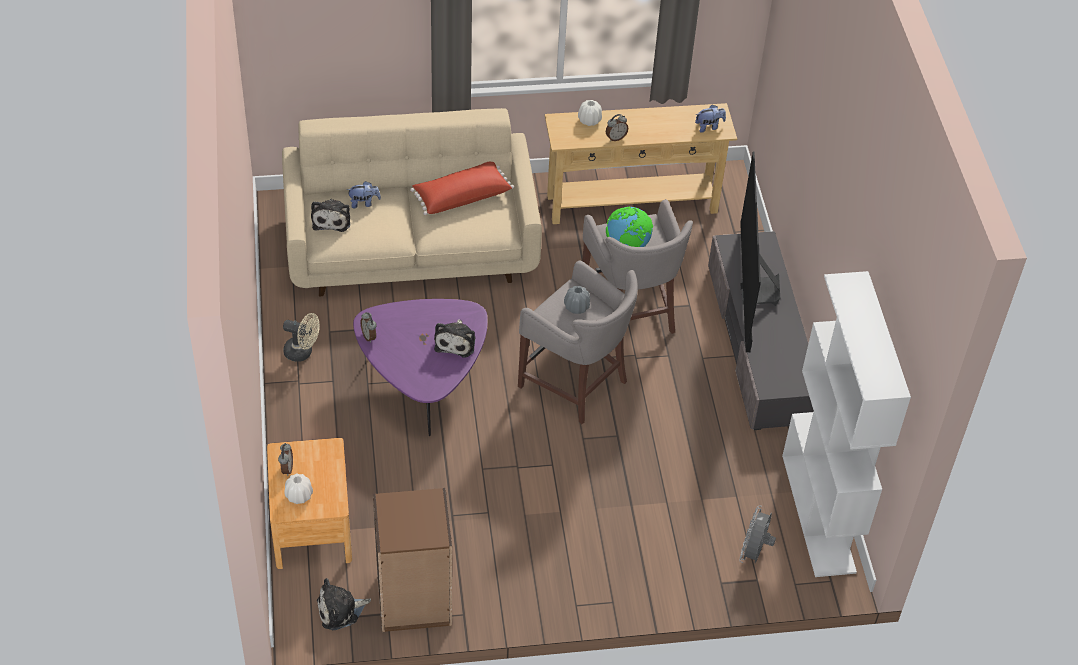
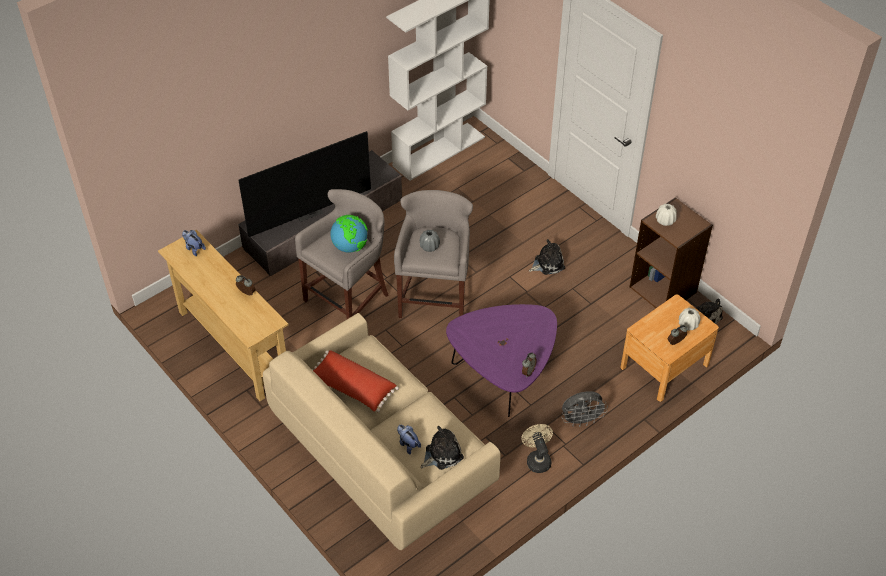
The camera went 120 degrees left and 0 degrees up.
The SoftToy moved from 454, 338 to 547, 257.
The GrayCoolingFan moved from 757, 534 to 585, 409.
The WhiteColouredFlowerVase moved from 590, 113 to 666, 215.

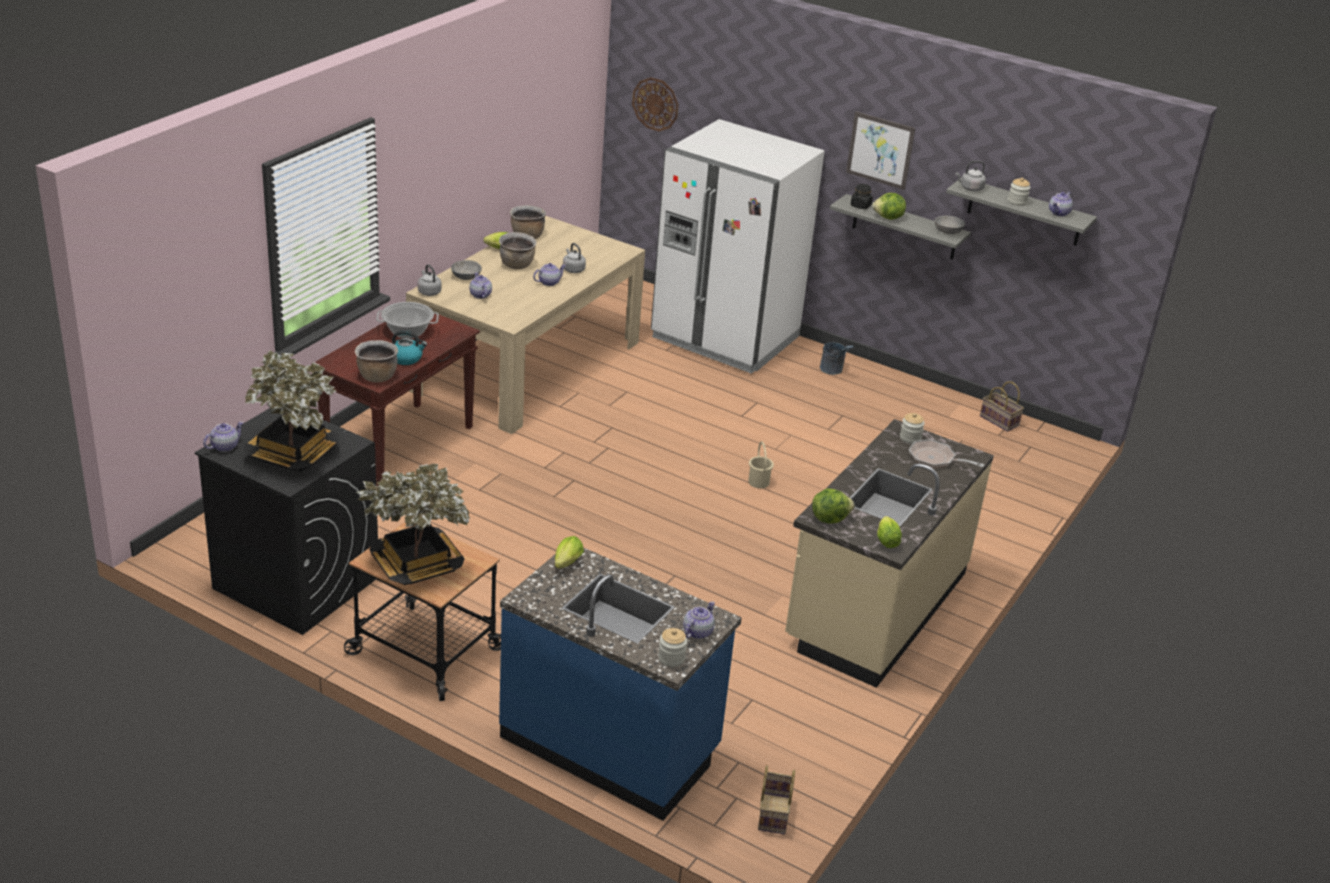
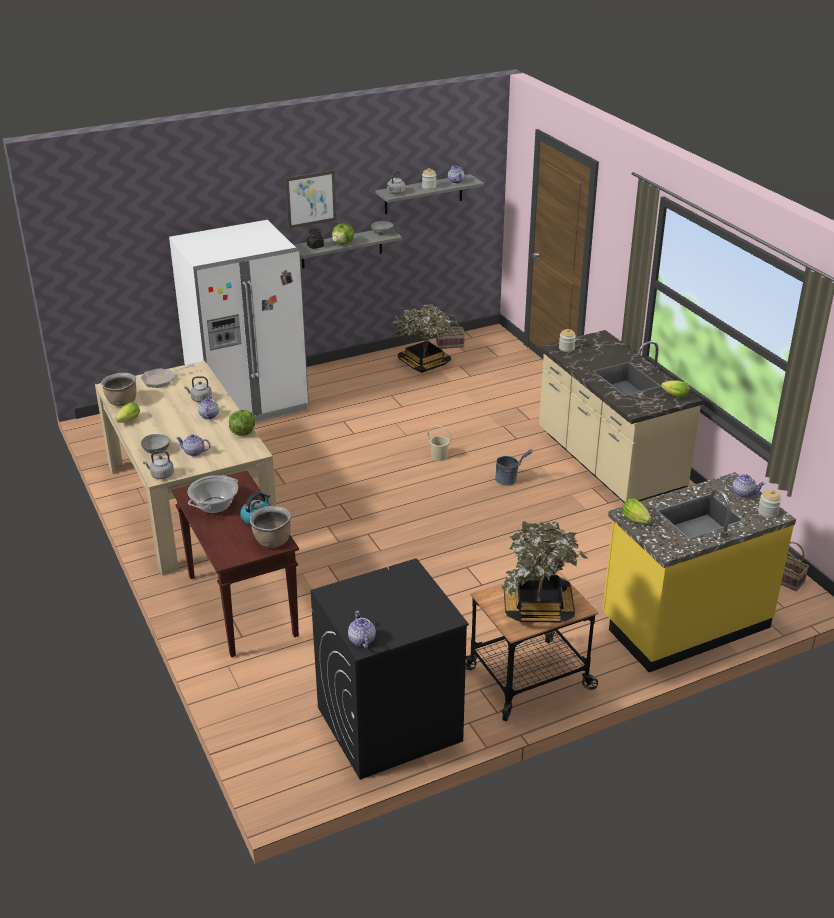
The camera went 55 degrees left and 0 degrees up.
The Skillet moved from 947, 453 to 167, 376.
The Lettuce moved from 833, 506 to 242, 423.
The PottedPlant moved from 292, 411 to 423, 338.
The GrayPail moved from 837, 358 to 514, 467.
The BluishKitchenBaseUnit at 620, 683 became the YellowishKitchenBaseUnit at 699, 572.
The PotForTea at 699, 620 turned 135 degrees clockwise.
The BrownCookingPot at 518, 250 disappeared.
The ClockOnTheWall at 655, 104 disappeared.

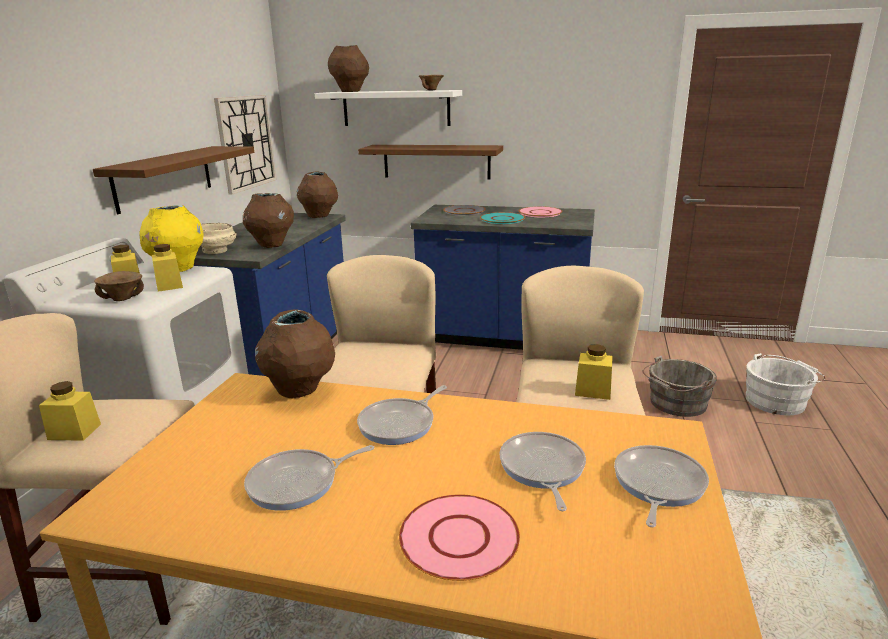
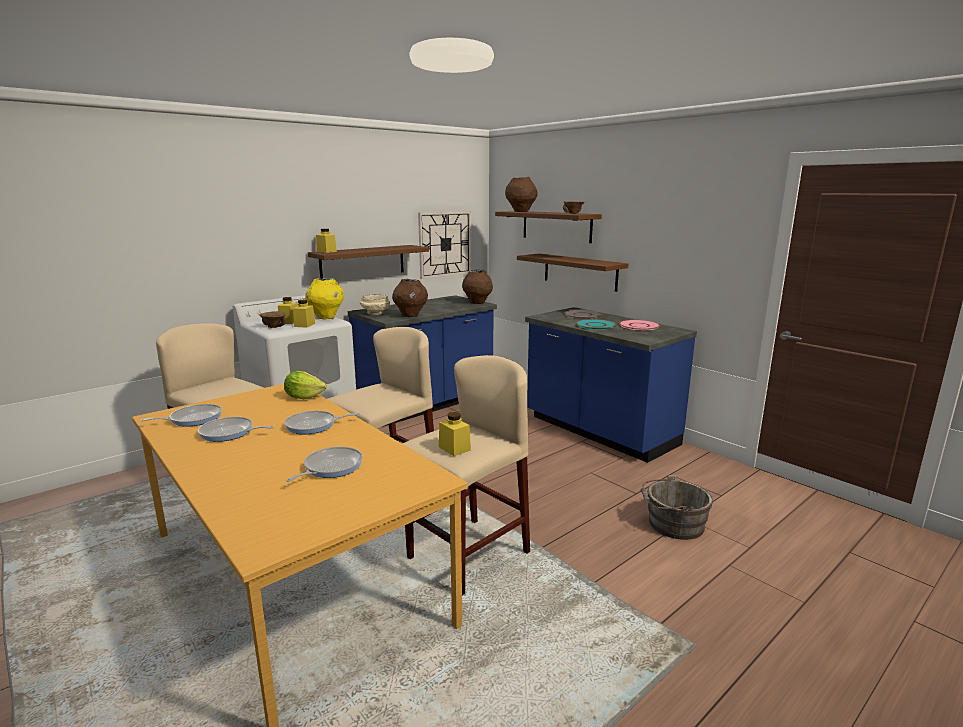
The camera went 35 degrees right and 5 degrees down.
The Skillet moved from 661, 486 to 181, 415.
The BrownFlowerVase at 295, 353 was replaced by the Lettuce at 305, 385.
The YellowishPreserveJar moved from 70, 411 to 326, 241.
The WhiteColouredWallShelf at 388, 108 became the BrownWallShelf at 548, 227.
The PinkColouredPlate at 459, 537 disappeared.
The WhiteColouredPail at 785, 384 disappeared.

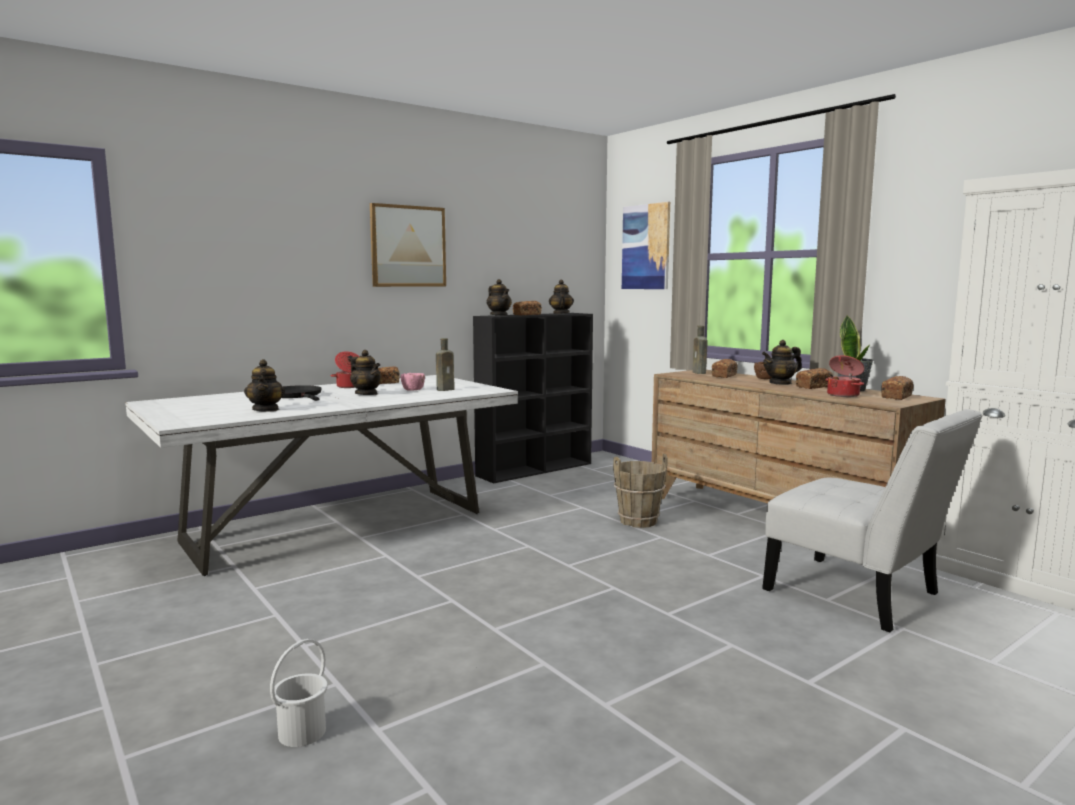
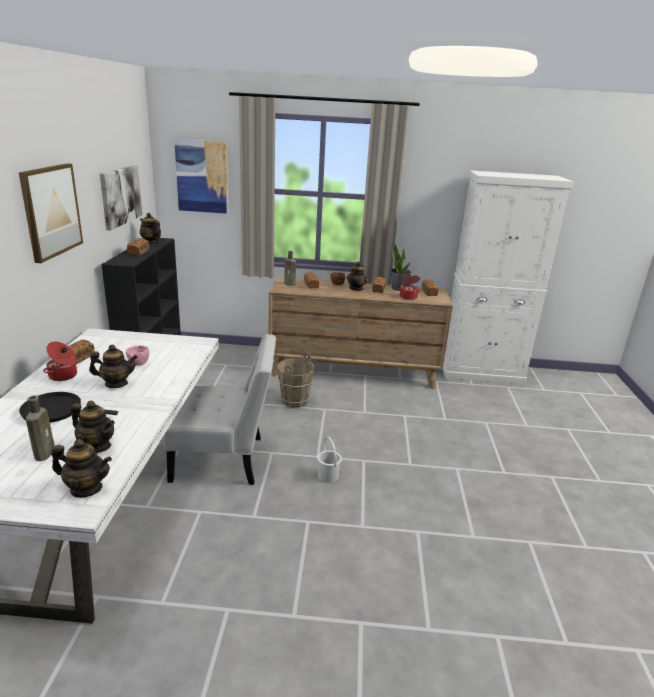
The camera went 50 degrees left and 15 degrees up.
The BrownBottle moved from 445, 364 to 40, 428.
The PotForTea moved from 499, 297 to 81, 468.
The WallArt at 121, 198 appeared.
The WhiteColouredUprightChair moved from 872, 520 to 219, 409.
The WhiteColouredPail moved from 299, 693 to 329, 459.

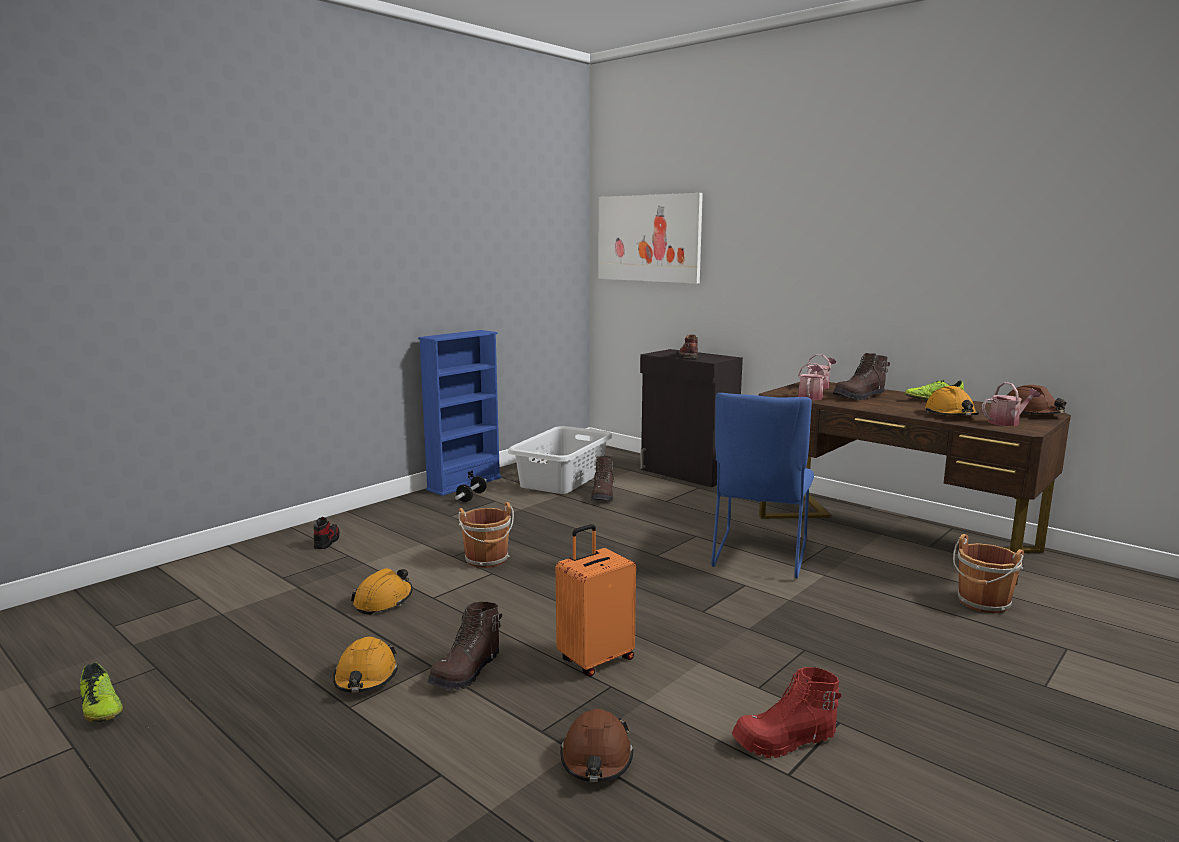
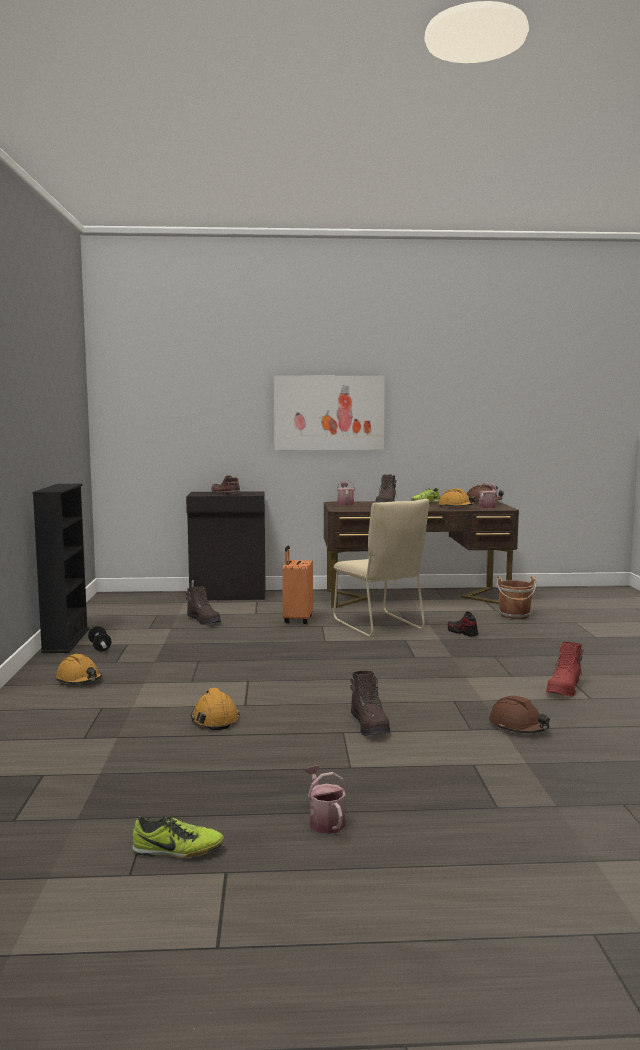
The camera went 45 degrees left and 5 degrees down.
The BluishBookcase at 460, 413 became the BlackBookcase at 60, 568.
The OrangeWorkHelmet moved from 365, 664 to 79, 669.
The WallArt moved from 650, 238 to 329, 412.
The OrangeSuitcase moved from 596, 600 to 297, 585.
The WateringPot moved from 812, 381 to 326, 800.
The BluishUprightChair at 762, 485 became the BeigeColouredUprightChair at 381, 568.
The LowShoe moved from 326, 533 to 463, 624.
The BrownPail at 486, 535 disappeared.
The GrayWashingBasket at 560, 460 disappeared.

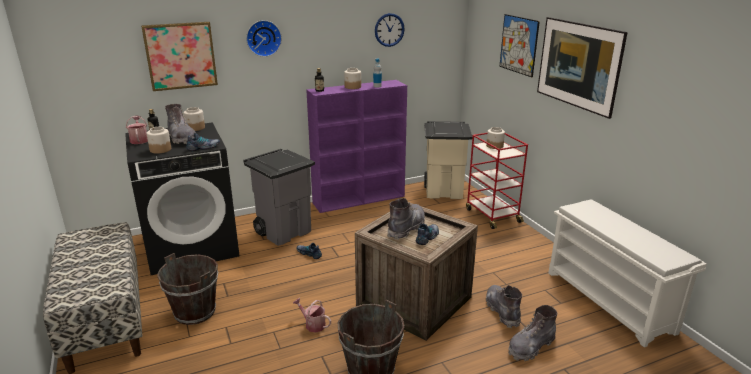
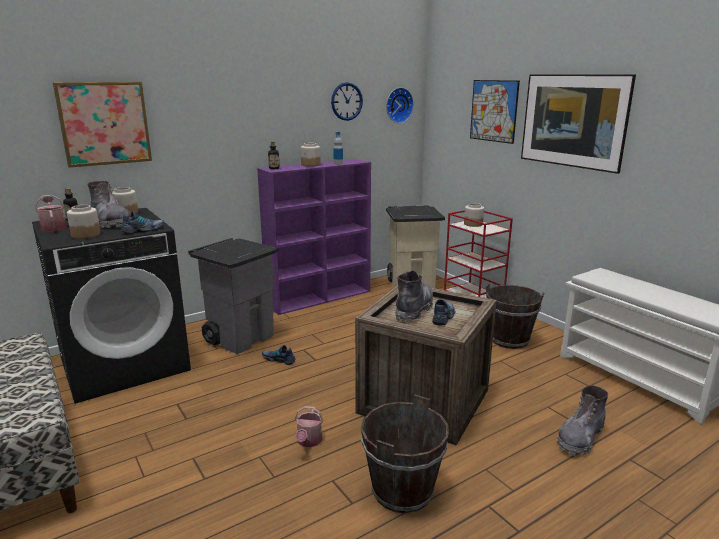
The camera went 10 degrees left and 5 degrees down.
The WateringPot at 312, 315 turned 105 degrees counterclockwise.
The ClockOnTheWall moved from 264, 38 to 400, 105.
The BrownPail moved from 187, 289 to 515, 316.
The GrayBoot at 504, 306 disappeared.

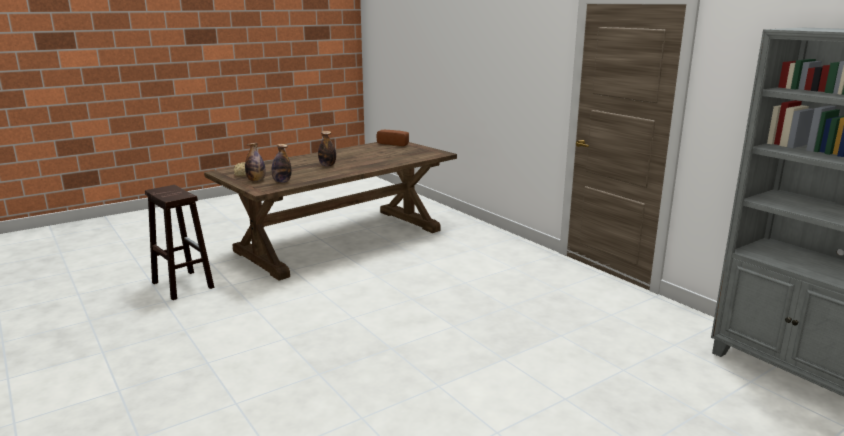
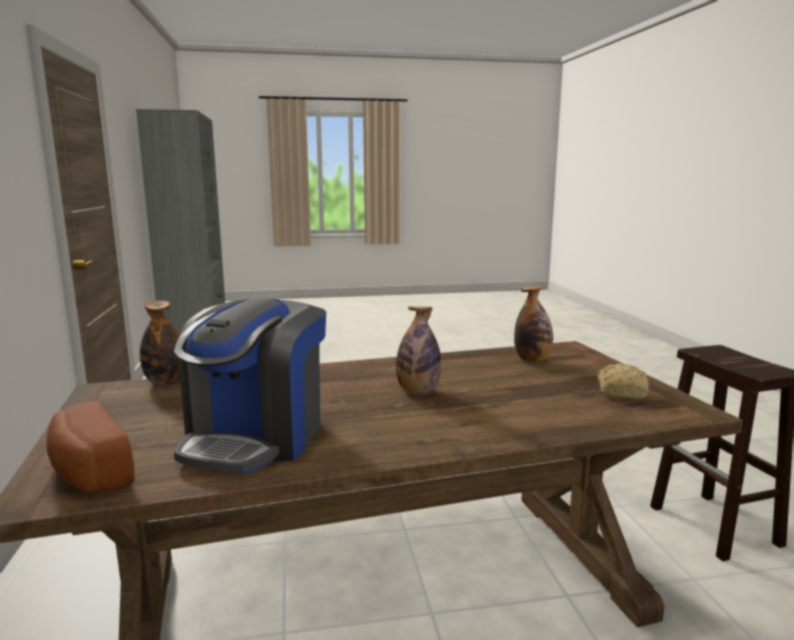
The camera went 155 degrees left and 5 degrees down.
The Bottle moved from 255, 162 to 160, 343.
The CoffeeMaker at 250, 386 appeared.

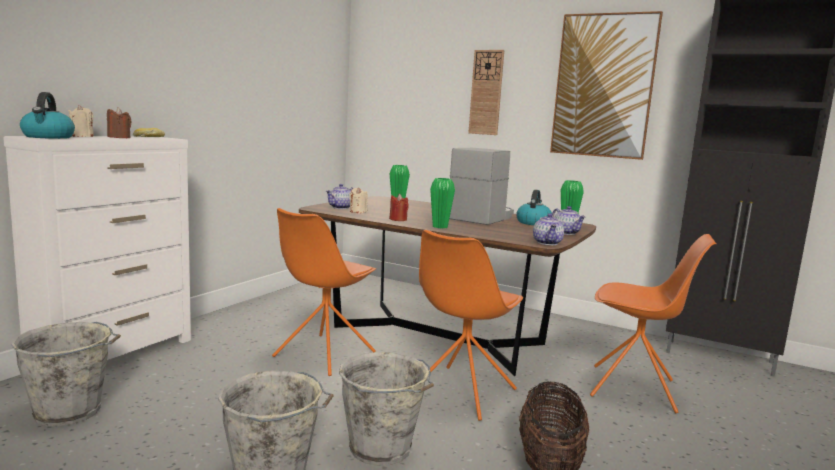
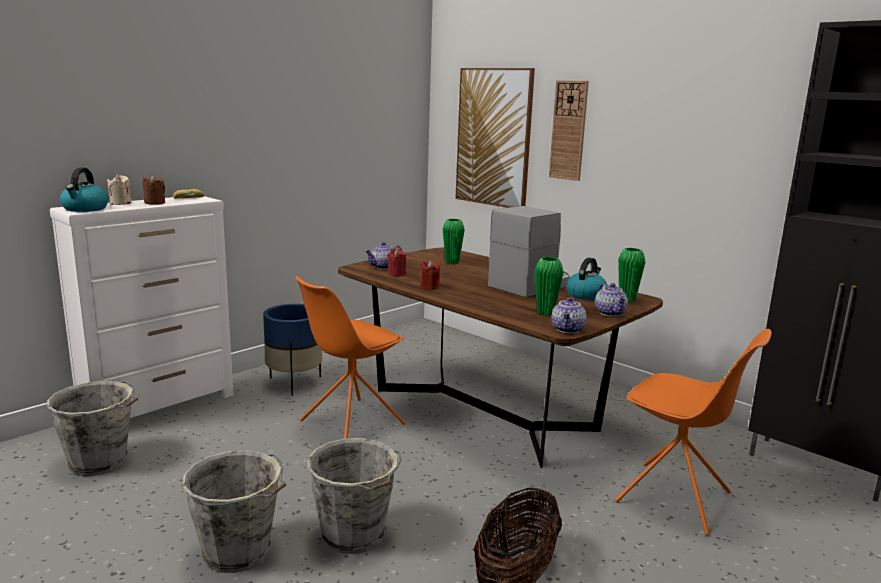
The camera went 15 degrees right and 5 degrees up.
The BluishFlowerPot at 293, 350 appeared.
The BeigeColouredWaxLight at 358, 200 became the RedWaxLight at 396, 262.
The WallArt moved from 606, 85 to 495, 138.
The GreenFlowerVase moved from 442, 203 to 549, 286.
The OrangeUprightChair at 471, 325 disappeared.

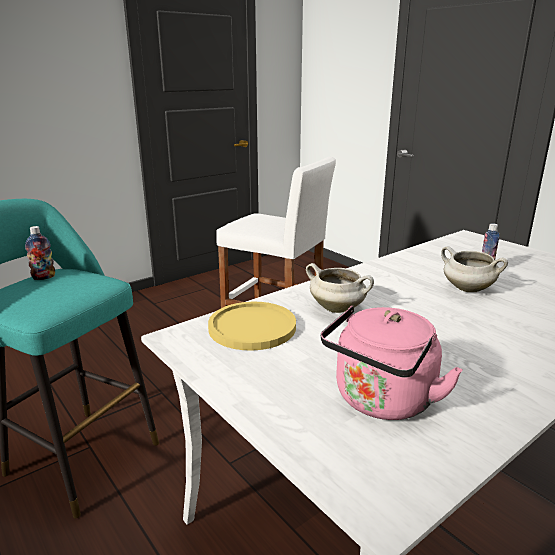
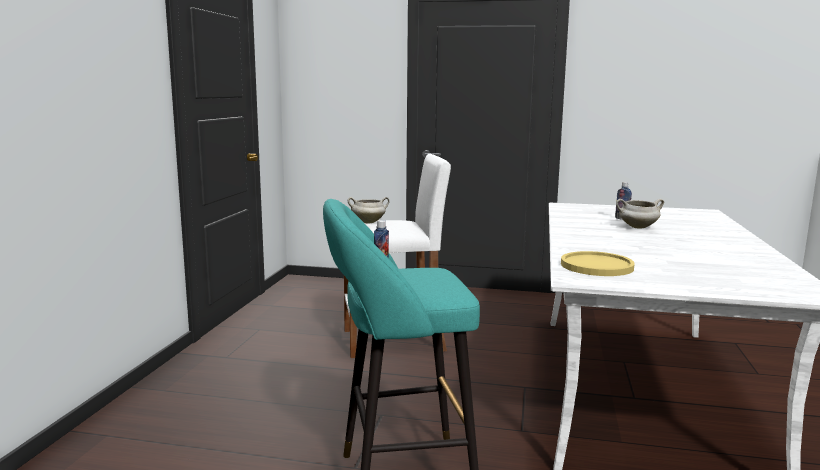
The camera went 40 degrees left and 10 degrees down.
The WhiteColouredCookingPot moved from 340, 288 to 368, 210.
The PinkColouredTeaKettle at 392, 362 disappeared.

